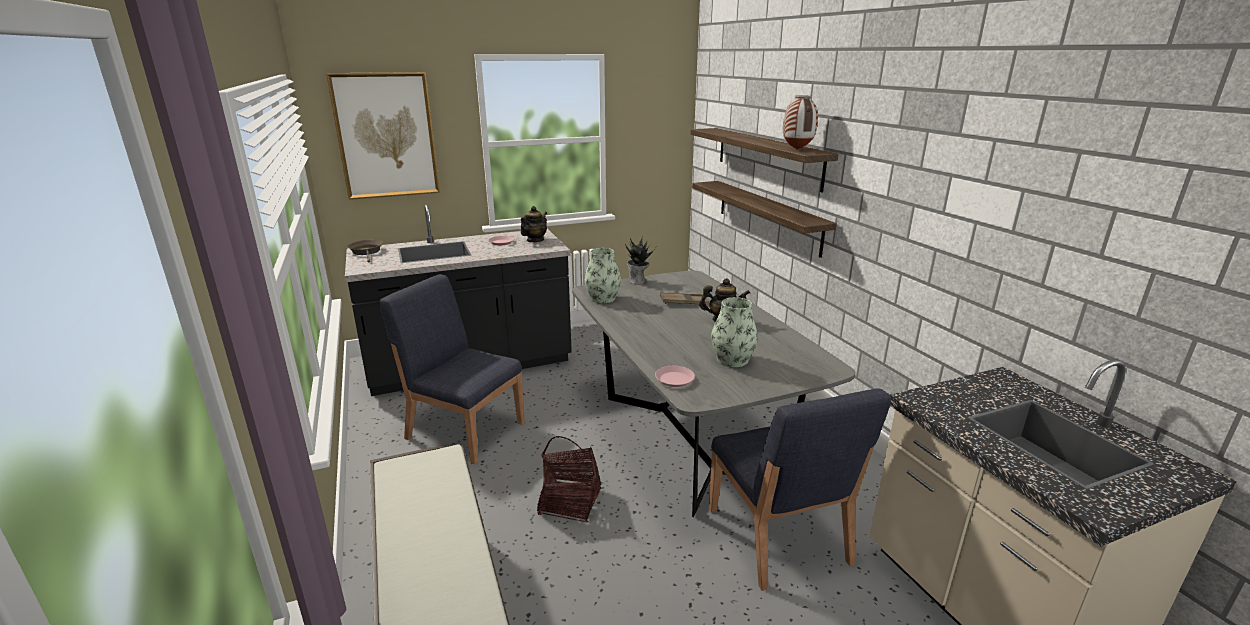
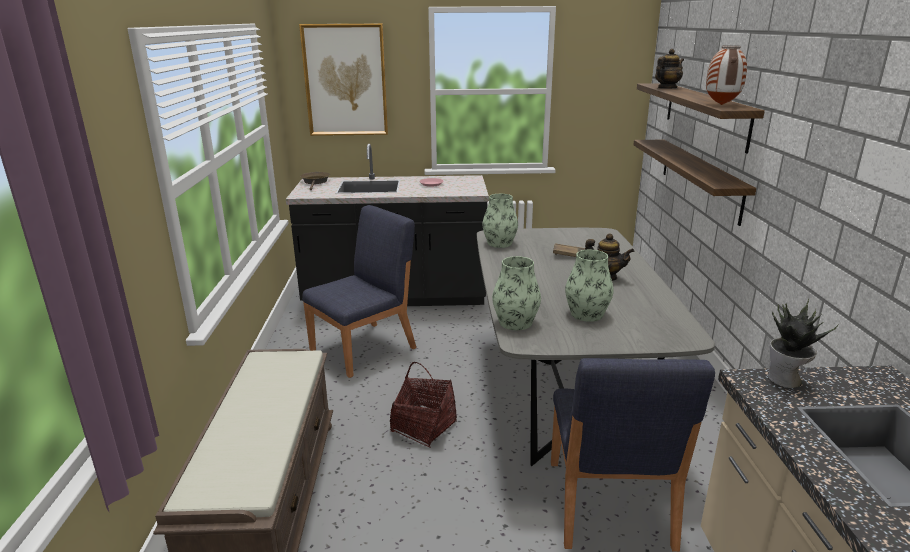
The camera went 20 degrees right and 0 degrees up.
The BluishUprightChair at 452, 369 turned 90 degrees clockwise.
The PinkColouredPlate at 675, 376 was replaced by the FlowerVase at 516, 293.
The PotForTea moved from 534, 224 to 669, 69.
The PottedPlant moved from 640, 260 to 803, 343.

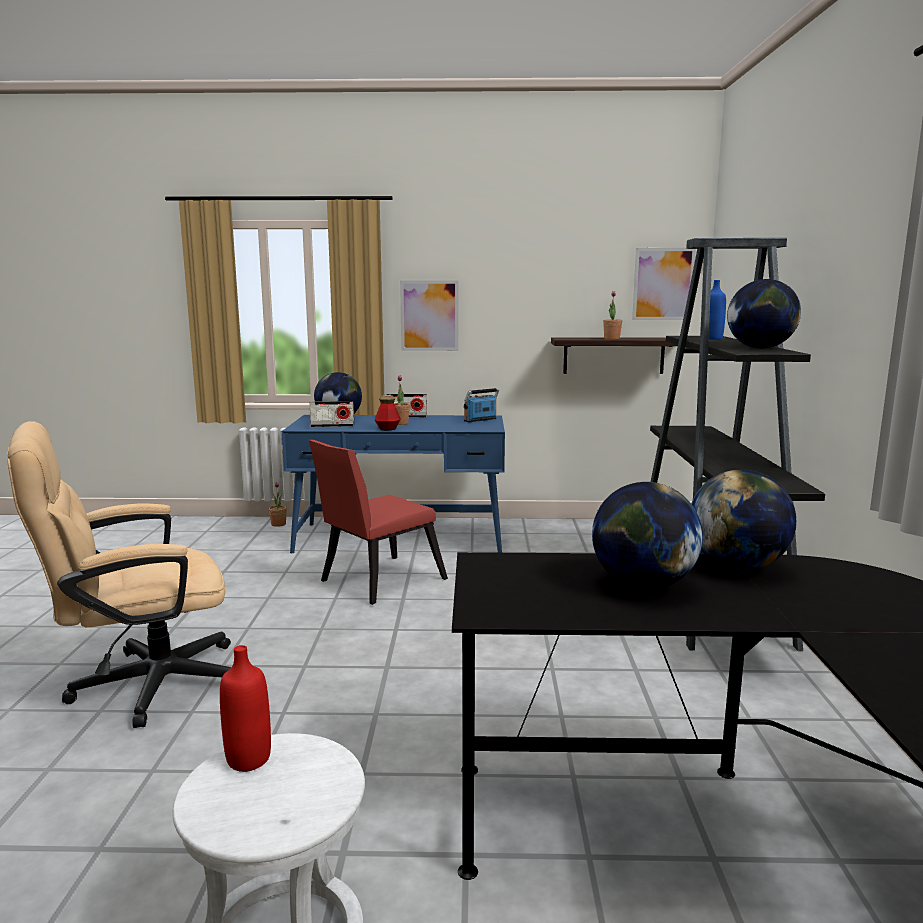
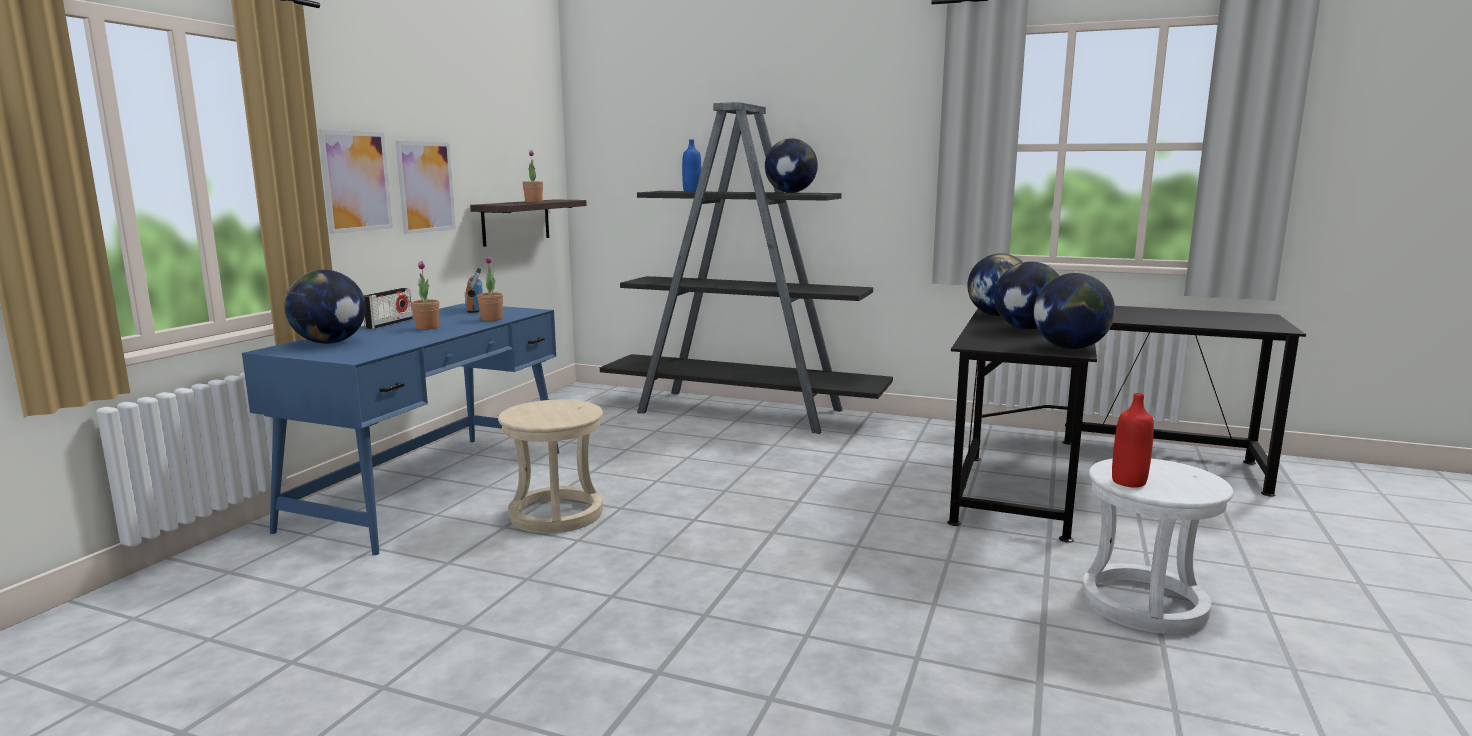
The camera went 70 degrees left and 0 degrees up.
The WallArt moved from 664, 284 to 426, 187.
The PottedPlant moved from 278, 504 to 490, 288.
The RedUprightChair at 378, 522 was replaced by the BeigeColouredSittingStool at 550, 466.
The Globe at 1074, 311 appeared.
The BeigeColouredOfficeChair at 119, 574 disappeared.
The Radio at 332, 414 disappeared.
The Bottle at 387, 412 disappeared.

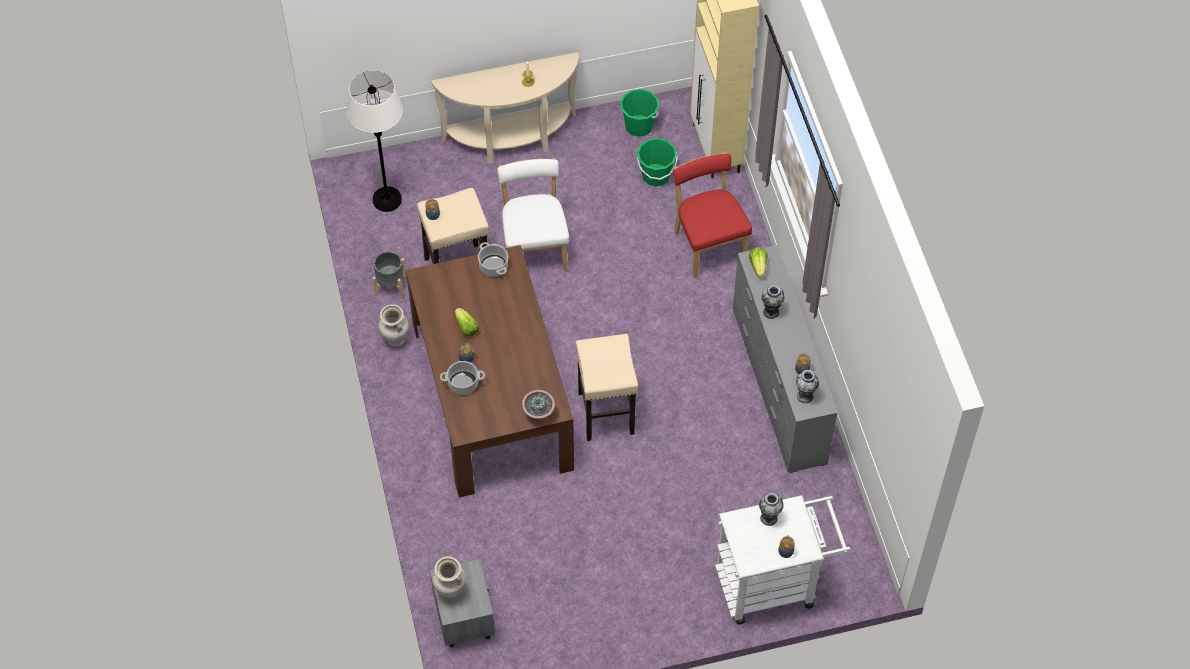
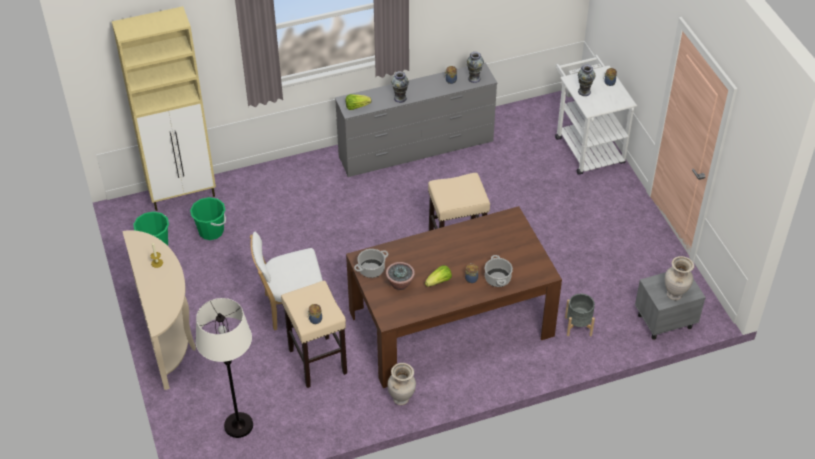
The camera went 95 degrees left and 10 degrees down.
The PottedPlant moved from 538, 406 to 400, 276.
The GrayFlowerPot moved from 389, 274 to 580, 315.
The RedUprightChair at 712, 215 disappeared.

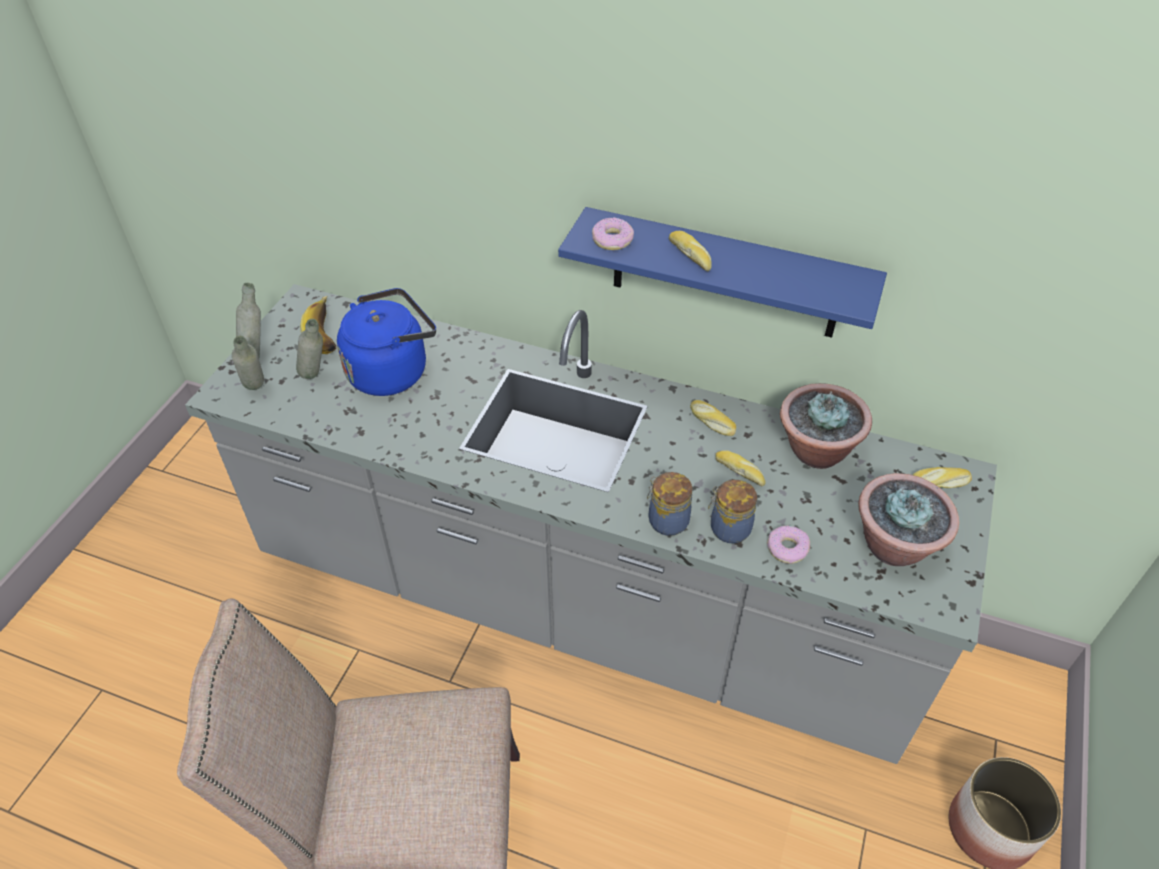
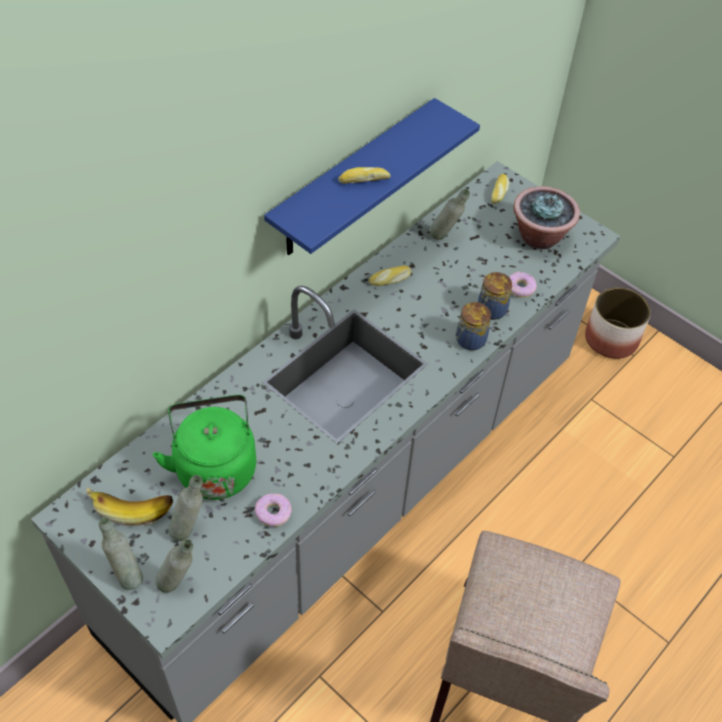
The camera went 70 degrees left and 5 degrees up.
The BluishTeaKettle at 386, 342 became the GreenTeaKettle at 204, 447.
The RingDoughnut moved from 613, 234 to 273, 510.
The PottedPlant at 826, 426 was replaced by the GrayBottle at 449, 214.
The BakeryBread at 740, 468 disappeared.

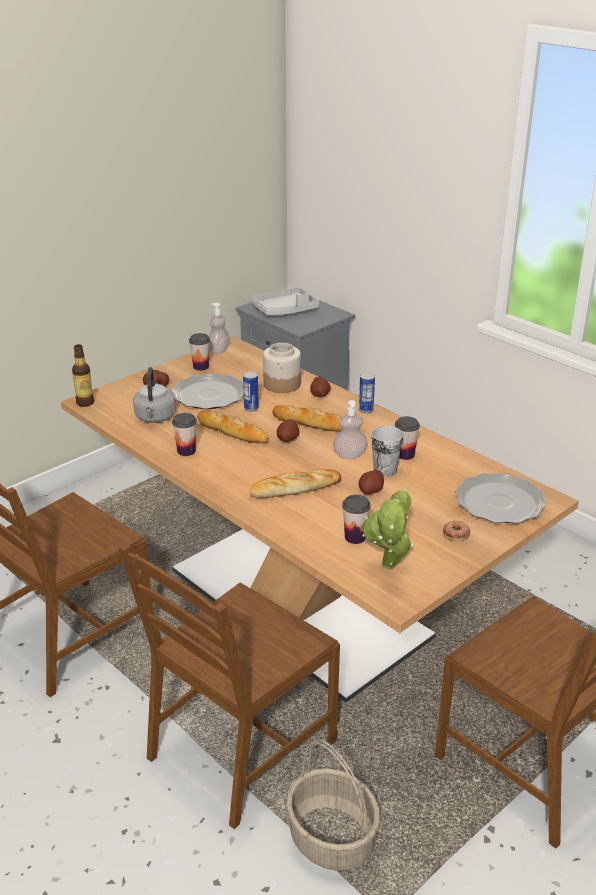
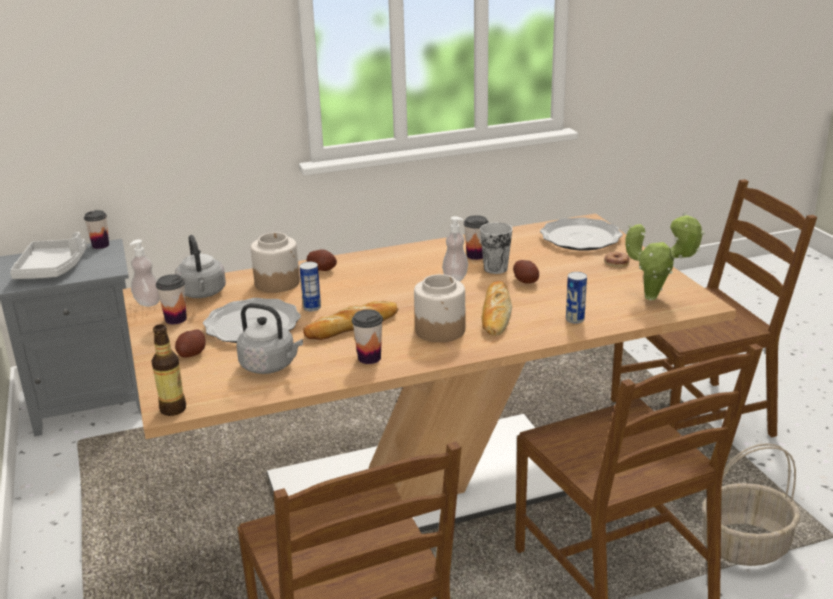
The camera went 65 degrees left and 5 degrees down.
The DrinkingCup moved from 356, 519 to 96, 229.
The GrayTeaKettle at 200, 266 appeared.
The PreserveJar at 439, 308 appeared.
The Can moved from 367, 393 to 576, 298.
The BakeryBread at 307, 418 disappeared.
The WholePotato at 288, 430 disappeared.

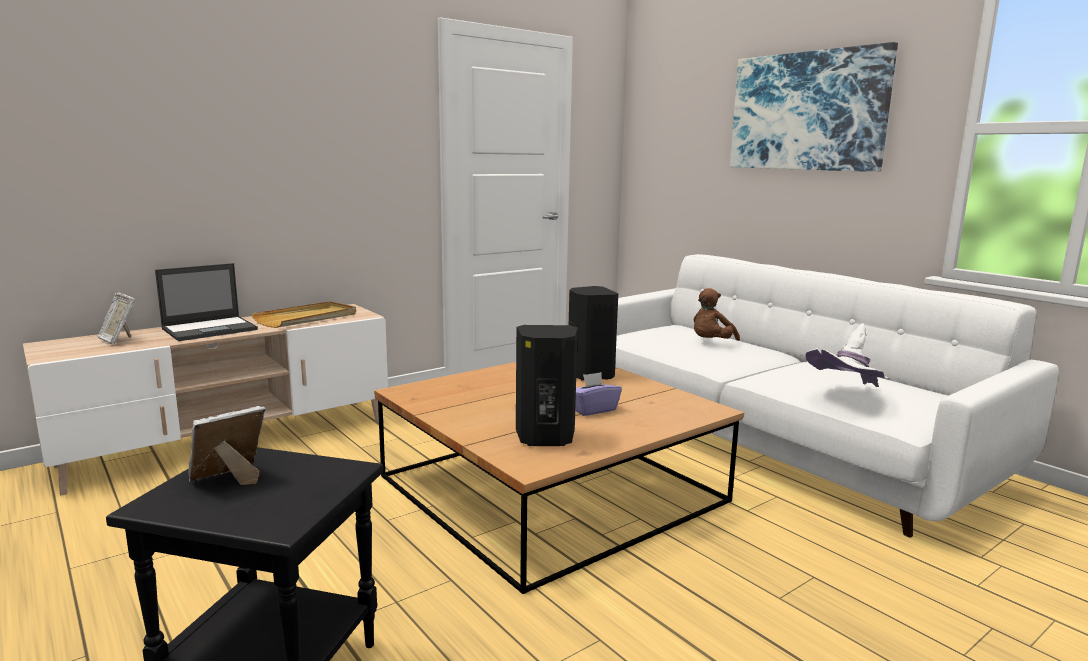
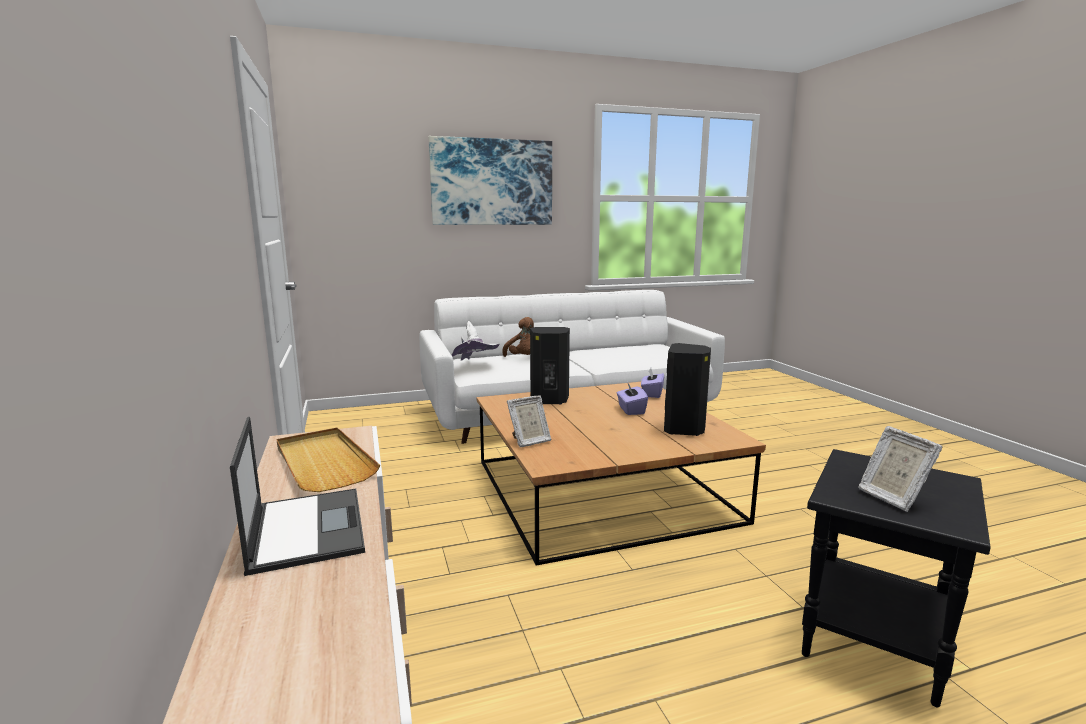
The camera went 70 degrees left and 0 degrees up.
The WhiteColouredClothingHat moved from 847, 355 to 476, 340.
The PhotoFrame moved from 116, 318 to 529, 422.
The PurpleTissueHolder at 652, 383 appeared.

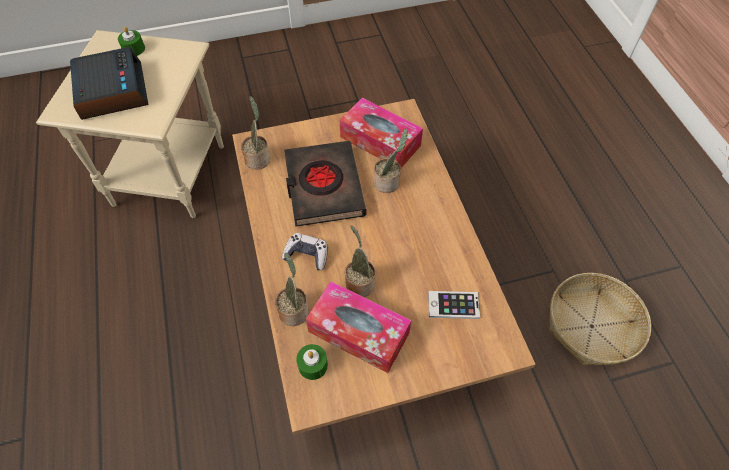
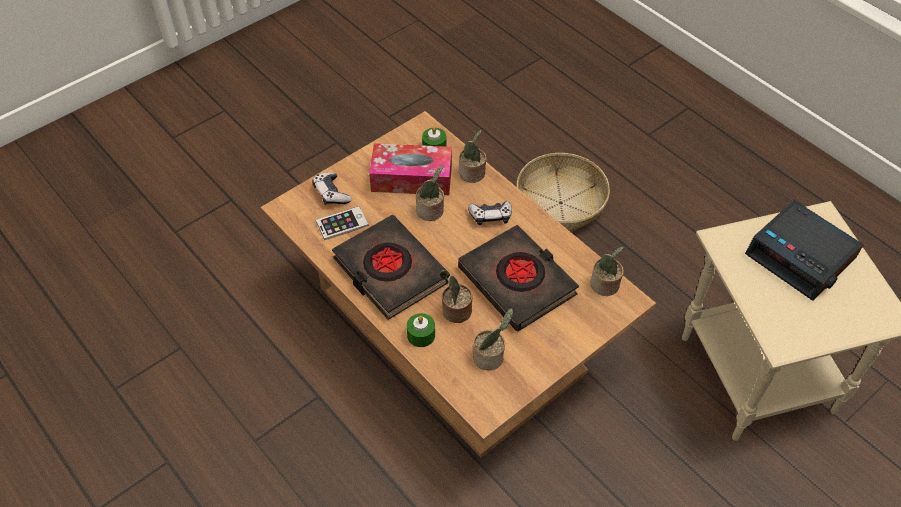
The camera went 155 degrees right and 5 degrees down.
The Gamepad at 332, 188 appeared.
The BlackVolume at 391, 267 appeared.
The GreenWaxLight moved from 131, 41 to 421, 330.
The TissueHolder at 381, 133 was replaced by the PottedPlant at 493, 339.
The StorageBasket moved from 600, 319 to 563, 192.

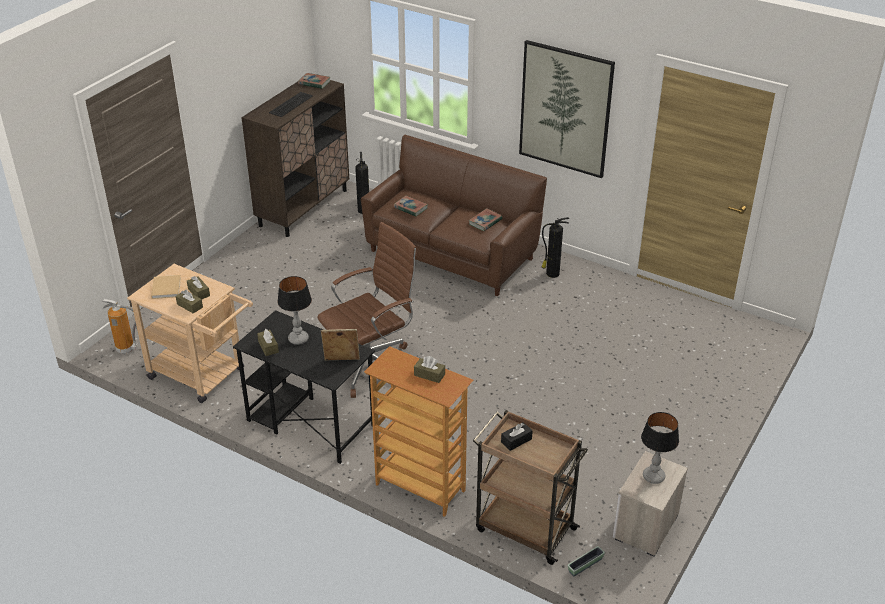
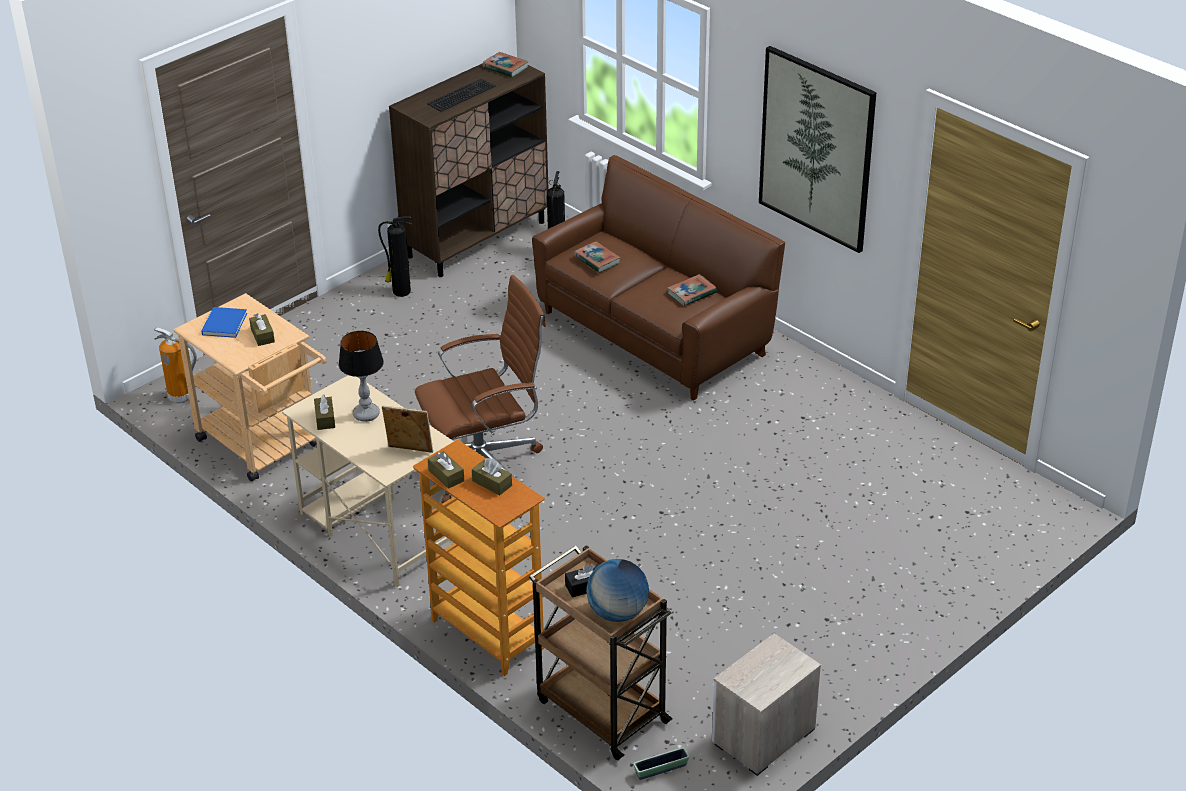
The camera went 15 degrees right and 0 degrees up.
The BeigeColouredVolume at 166, 287 became the BluishVolume at 224, 322.
The BlackDeskUnit at 304, 387 became the BeigeColouredDeskUnit at 368, 481.
The FireFightingCylinder moved from 555, 247 to 395, 256.
The BrownTissueHolder moved from 189, 302 to 446, 470.
The Globe at 617, 590 appeared.
The TabletopLamp at 660, 448 disappeared.

